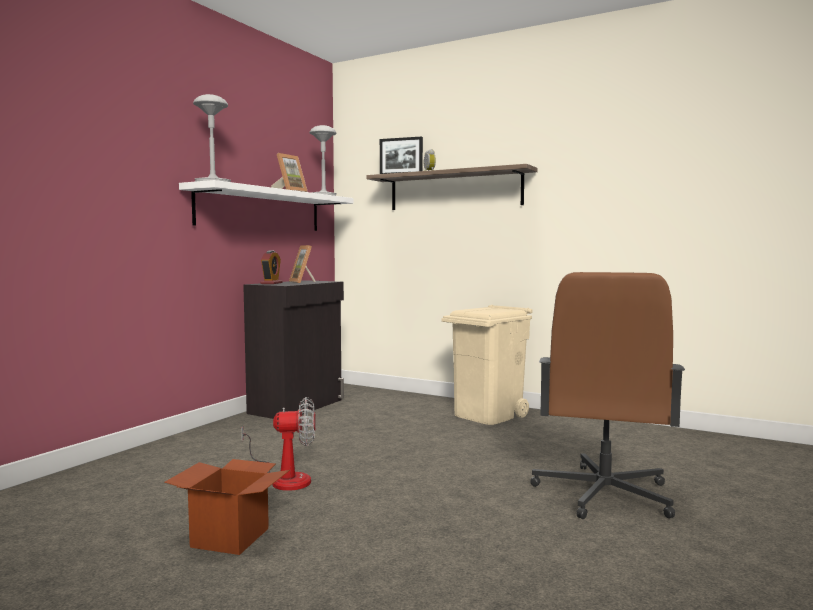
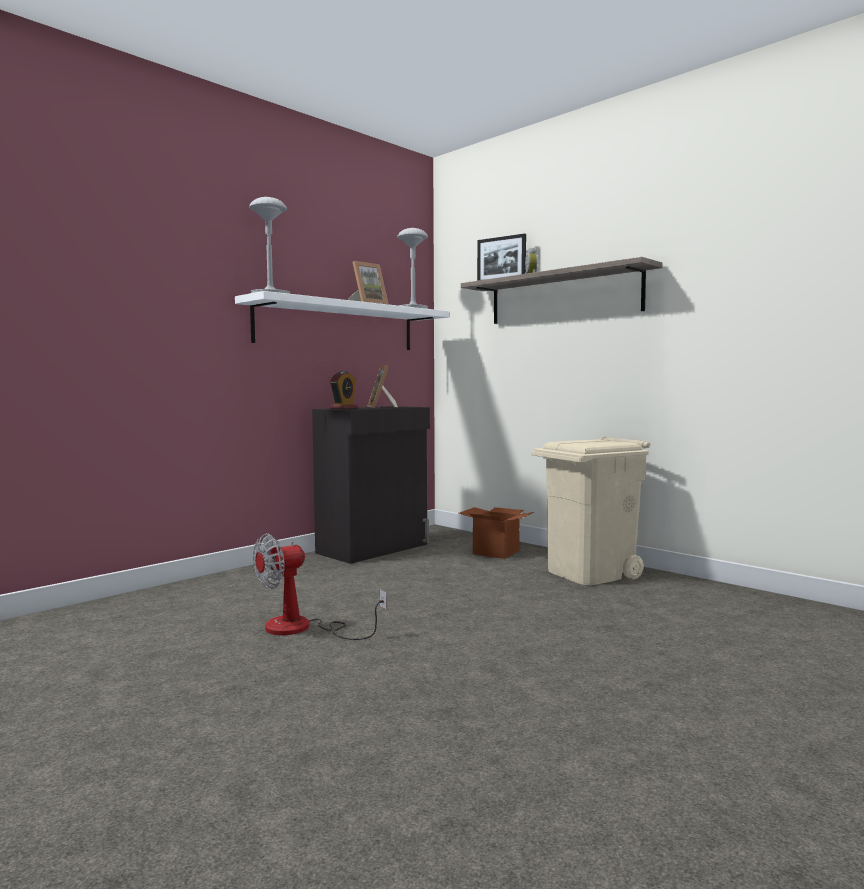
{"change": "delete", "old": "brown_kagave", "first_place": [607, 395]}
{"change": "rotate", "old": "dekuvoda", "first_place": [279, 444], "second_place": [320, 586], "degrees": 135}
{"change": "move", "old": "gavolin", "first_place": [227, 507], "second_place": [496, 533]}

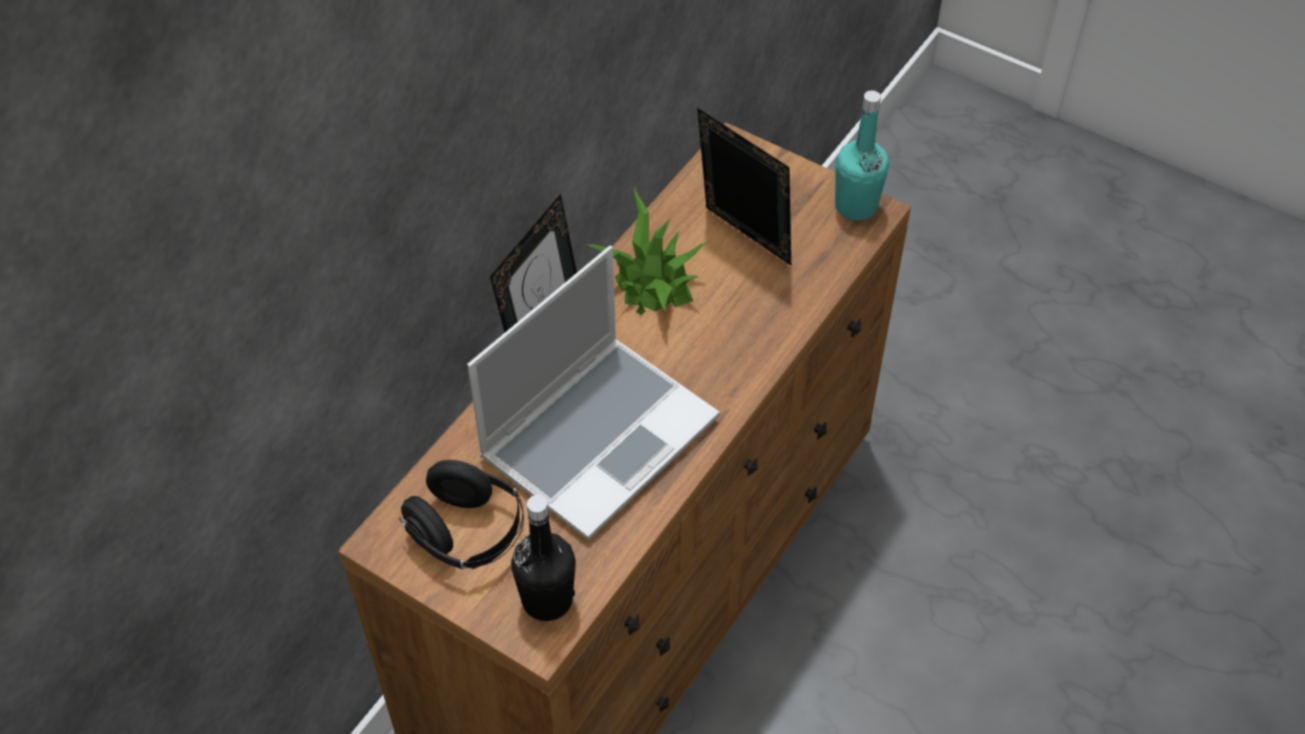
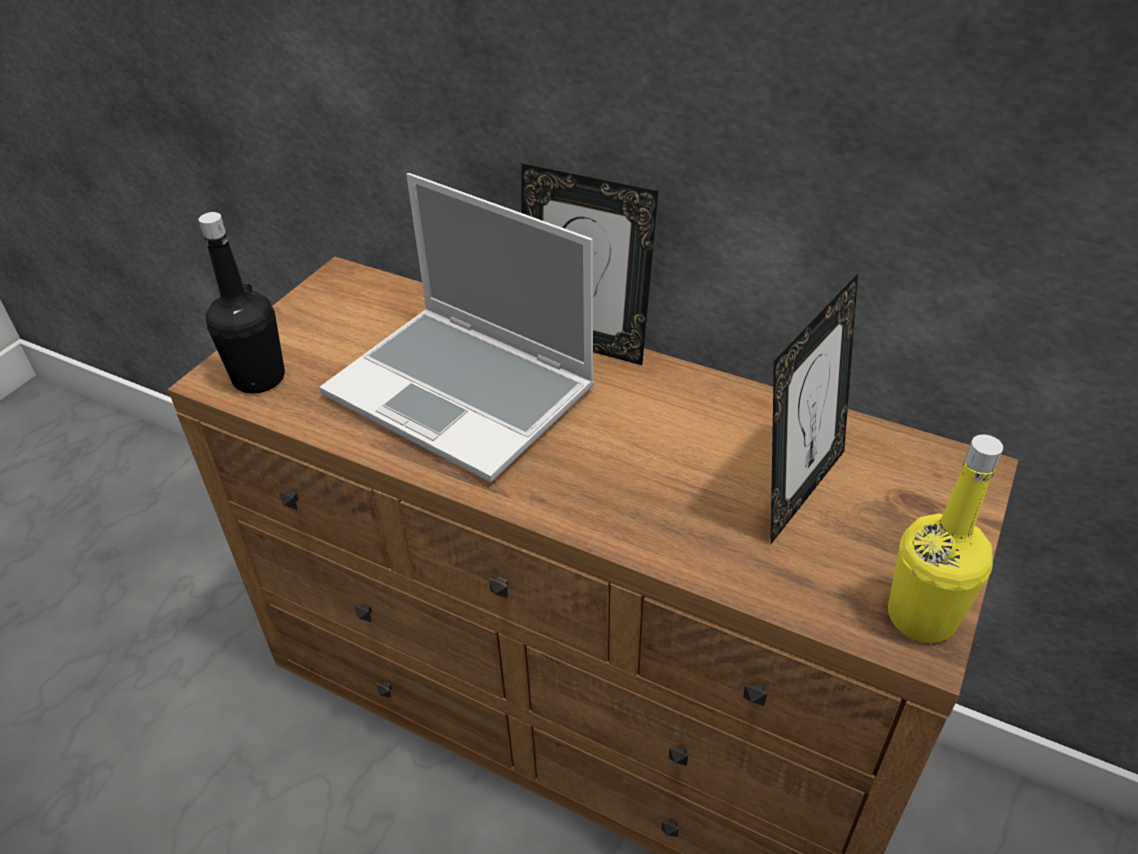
{"change": "recolor", "old": "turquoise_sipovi", "new": "yellow_sipovi", "first_place": [862, 156], "second_place": [945, 538]}
{"change": "delete", "old": "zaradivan", "first_place": [646, 251]}
{"change": "delete", "old": "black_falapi", "first_place": [461, 515]}

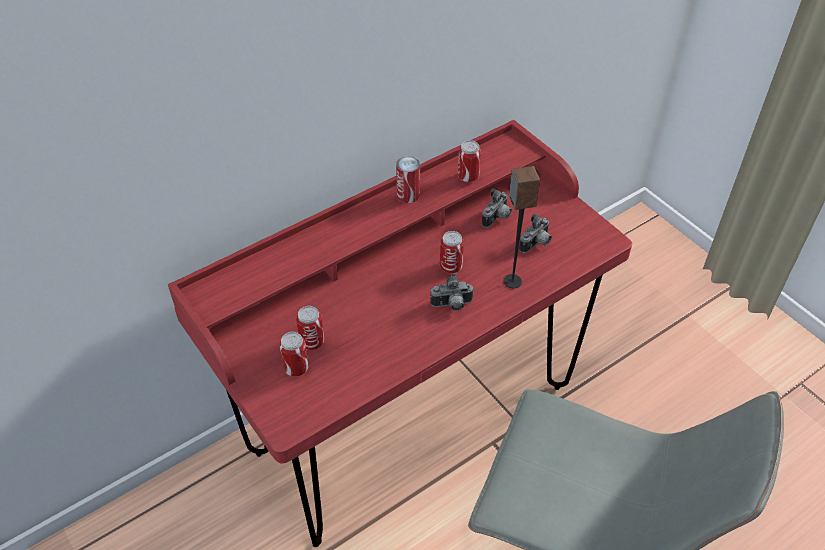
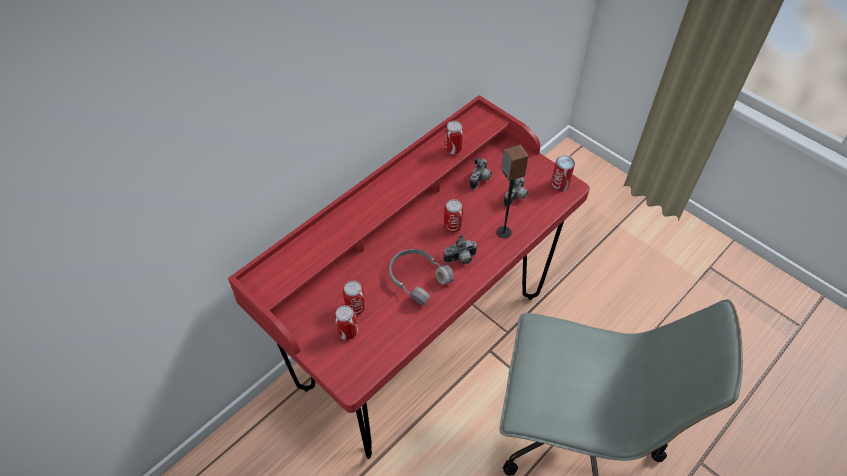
{"change": "move", "old": "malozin", "first_place": [408, 179], "second_place": [563, 173]}
{"change": "insert", "new": "grey_falapi", "second_place": [421, 277]}

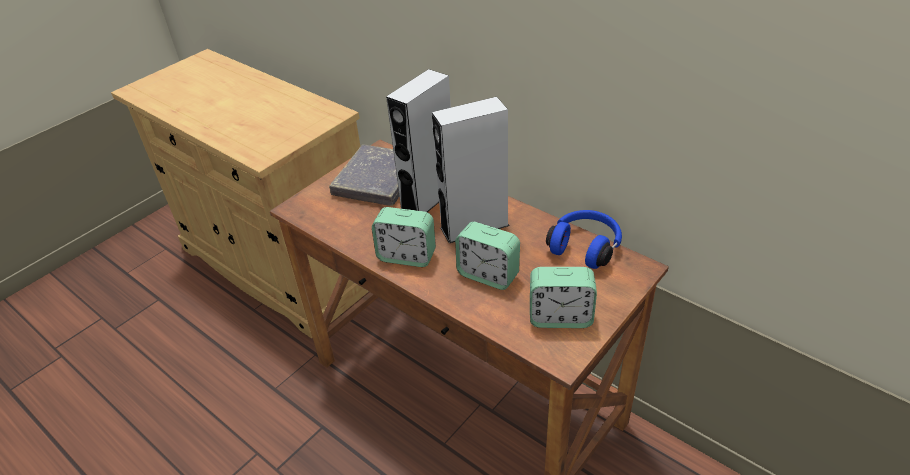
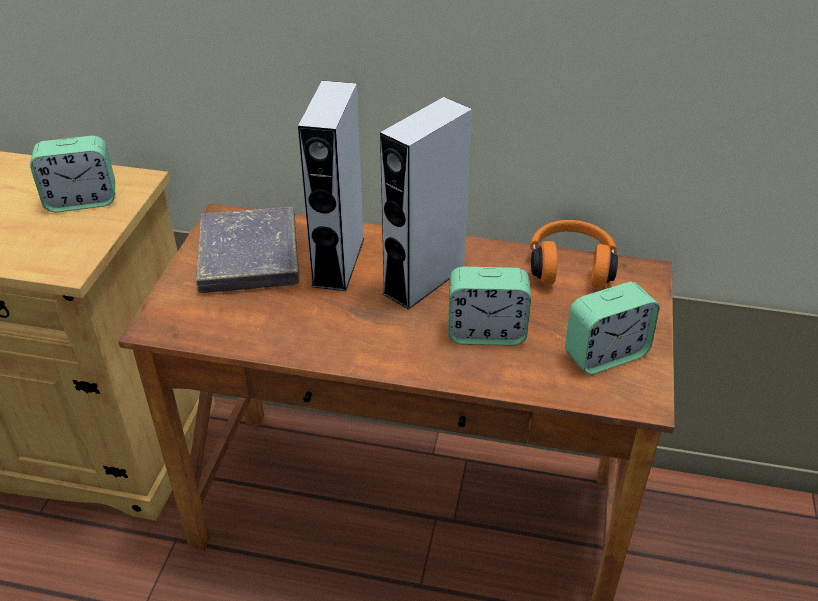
{"change": "move", "old": "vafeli", "first_place": [404, 237], "second_place": [72, 174]}
{"change": "recolor", "old": "blue_falapi", "new": "orange_falapi", "first_place": [584, 239], "second_place": [574, 254]}

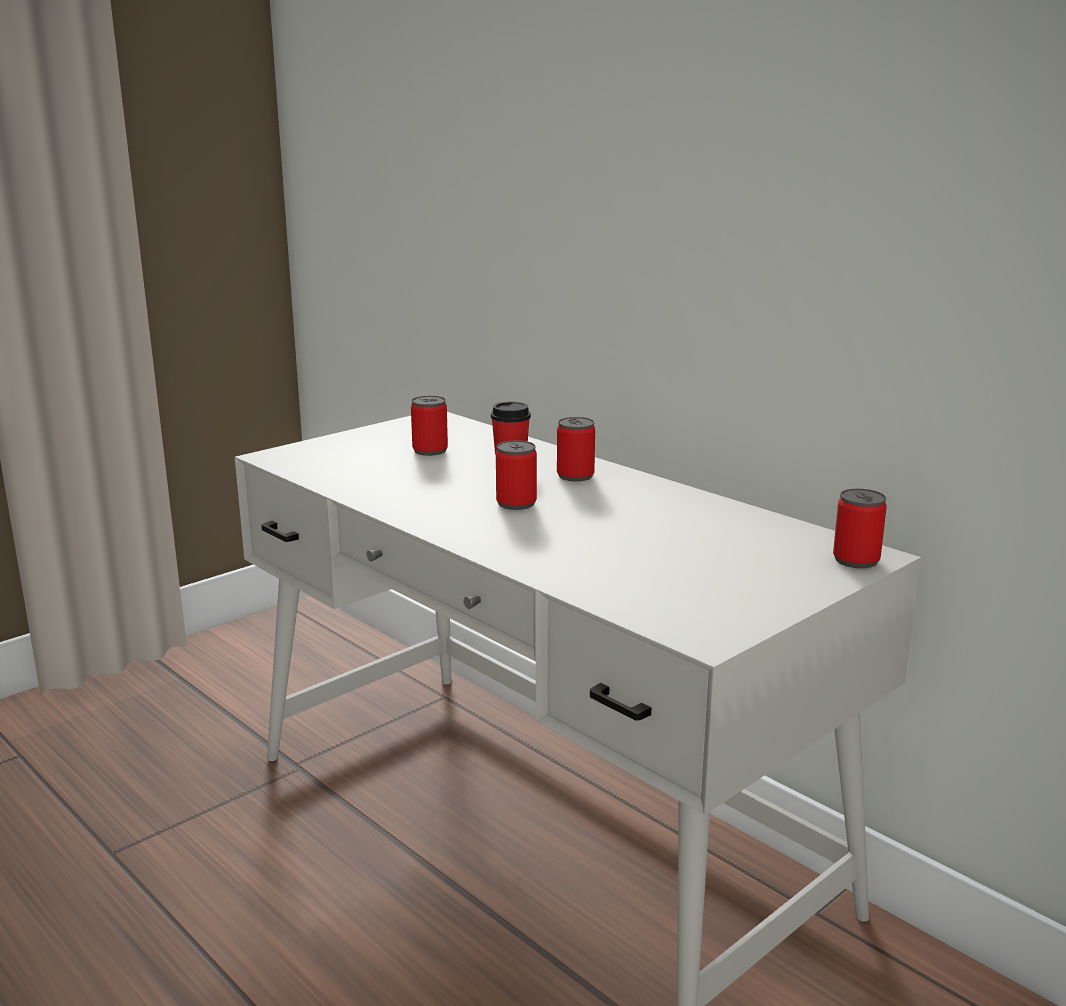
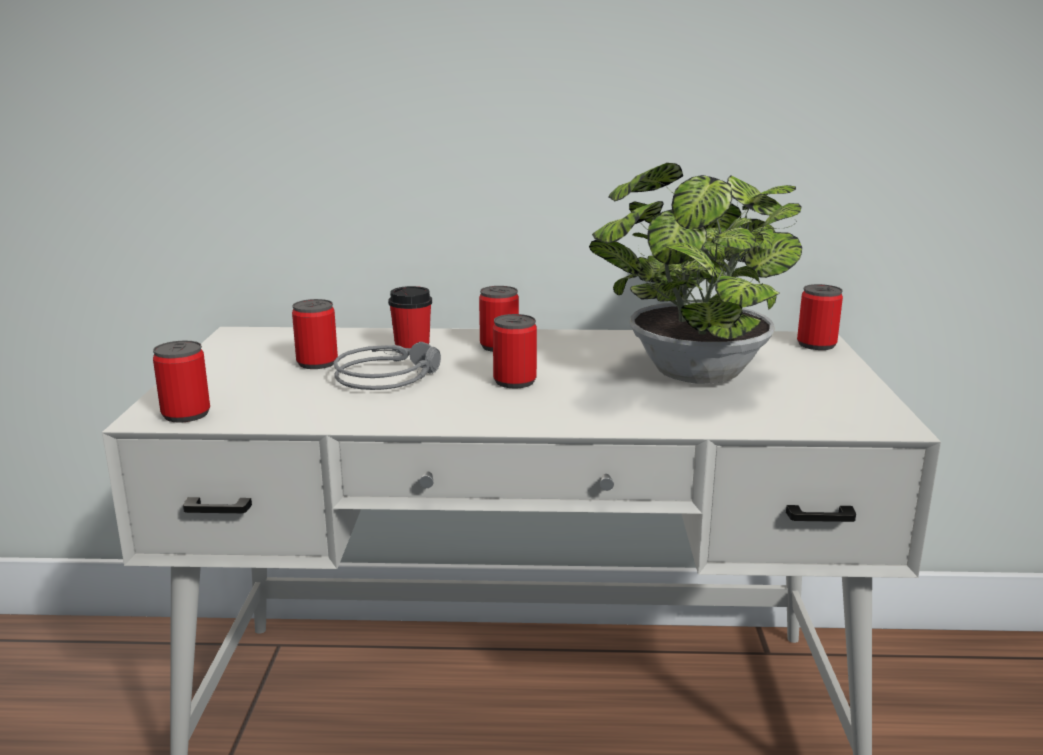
{"change": "insert", "new": "zaradivan", "second_place": [695, 273]}
{"change": "insert", "new": "malozin", "second_place": [181, 382]}
{"change": "insert", "new": "grey_falapi", "second_place": [387, 366]}

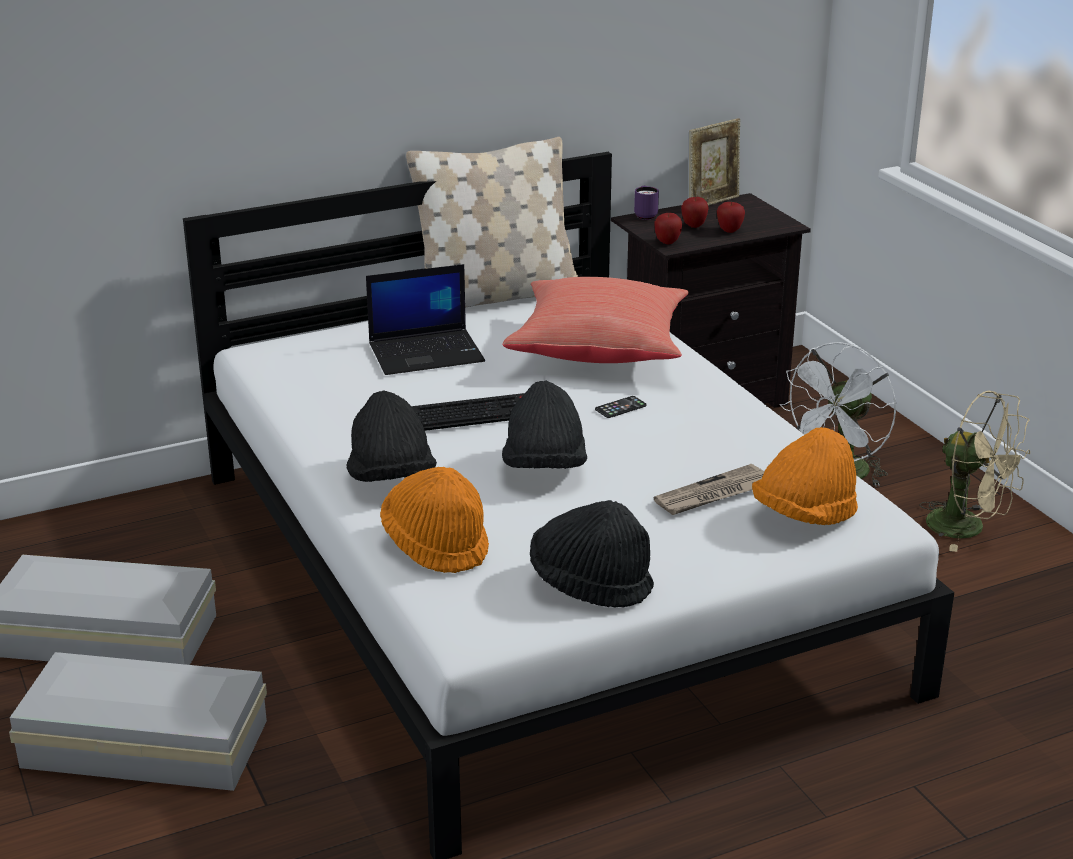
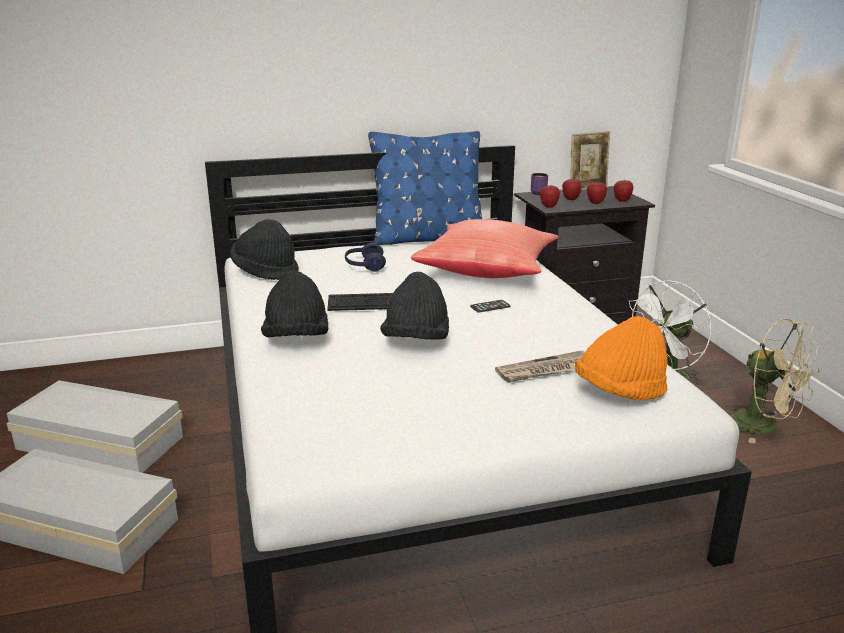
{"change": "recolor", "old": "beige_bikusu", "new": "blue_bikusu", "first_place": [492, 222], "second_place": [425, 188]}
{"change": "replace", "old": "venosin", "new": "blue_falapi", "first_place": [425, 319], "second_place": [365, 257]}
{"change": "delete", "old": "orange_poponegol", "first_place": [434, 520]}
{"change": "move", "old": "black_poponegol", "first_place": [592, 554], "second_place": [264, 249]}
{"change": "insert", "new": "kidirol", "second_place": [623, 191]}

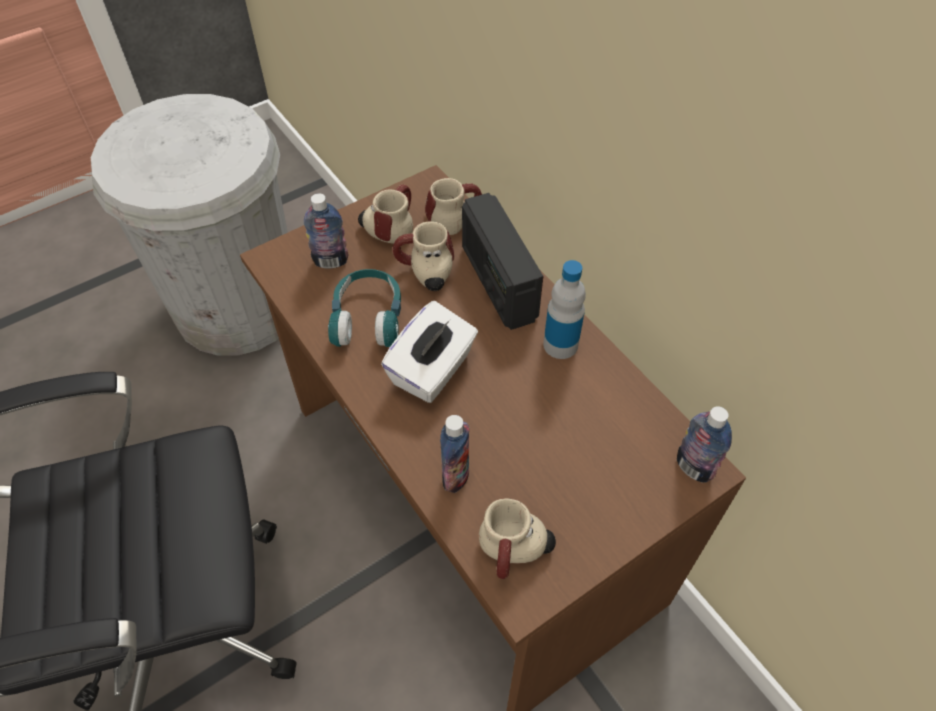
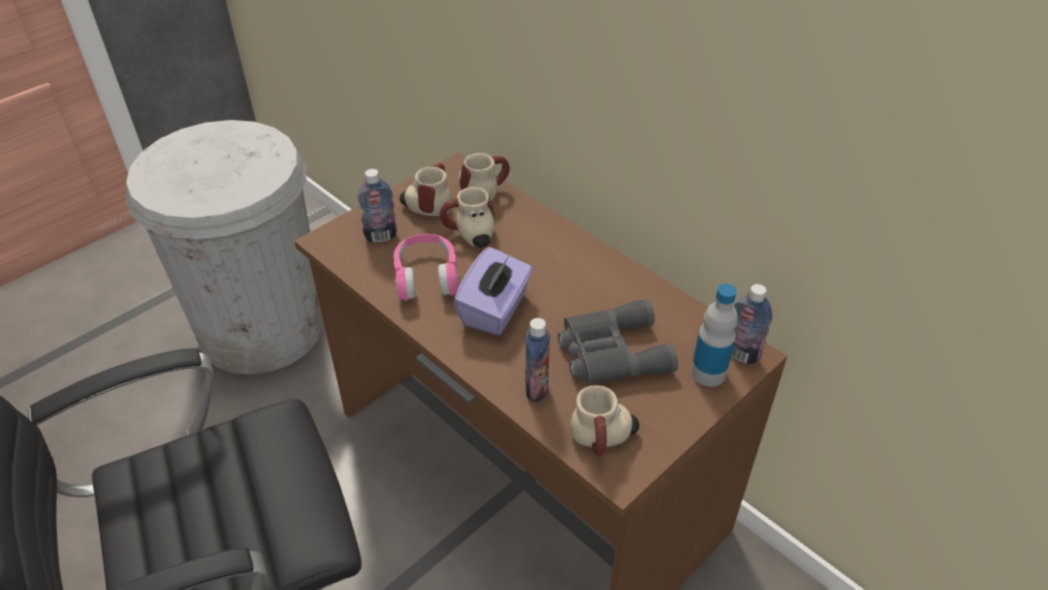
{"change": "delete", "old": "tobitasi", "first_place": [502, 261]}
{"change": "move", "old": "sipovi", "first_place": [564, 309], "second_place": [714, 335]}
{"change": "recolor", "old": "turquoise_falapi", "new": "pink_falapi", "first_place": [364, 308], "second_place": [426, 267]}
{"change": "recolor", "old": "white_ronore", "new": "purple_ronore", "first_place": [429, 352], "second_place": [493, 291]}
{"change": "insert", "new": "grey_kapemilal", "second_place": [618, 342]}

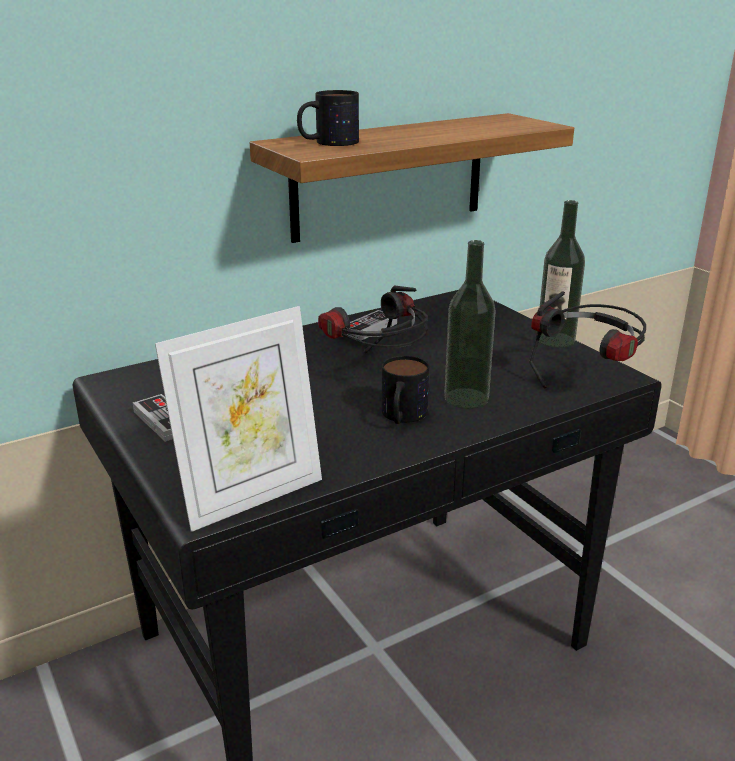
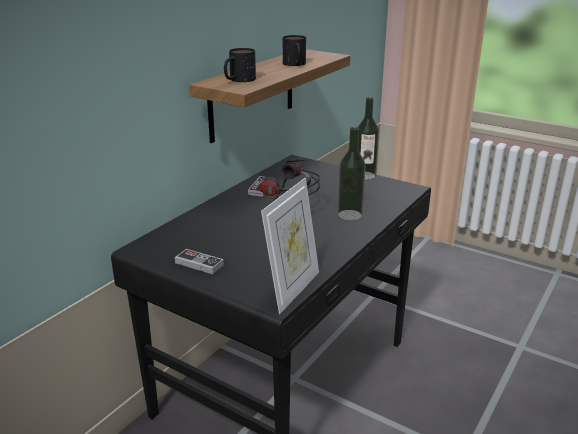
{"change": "delete", "old": "falapi", "first_place": [587, 339]}
{"change": "move", "old": "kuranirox", "first_place": [405, 390], "second_place": [294, 50]}

